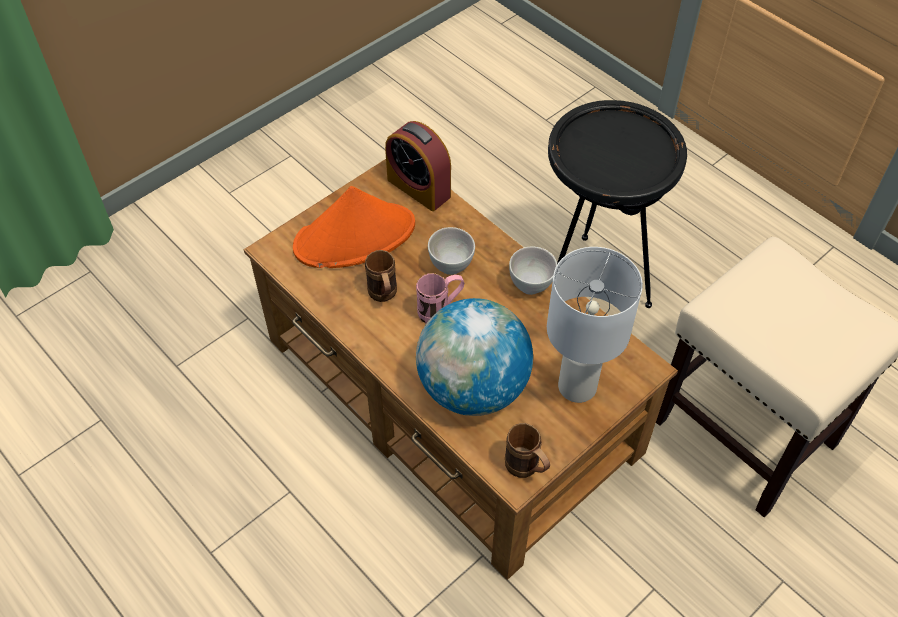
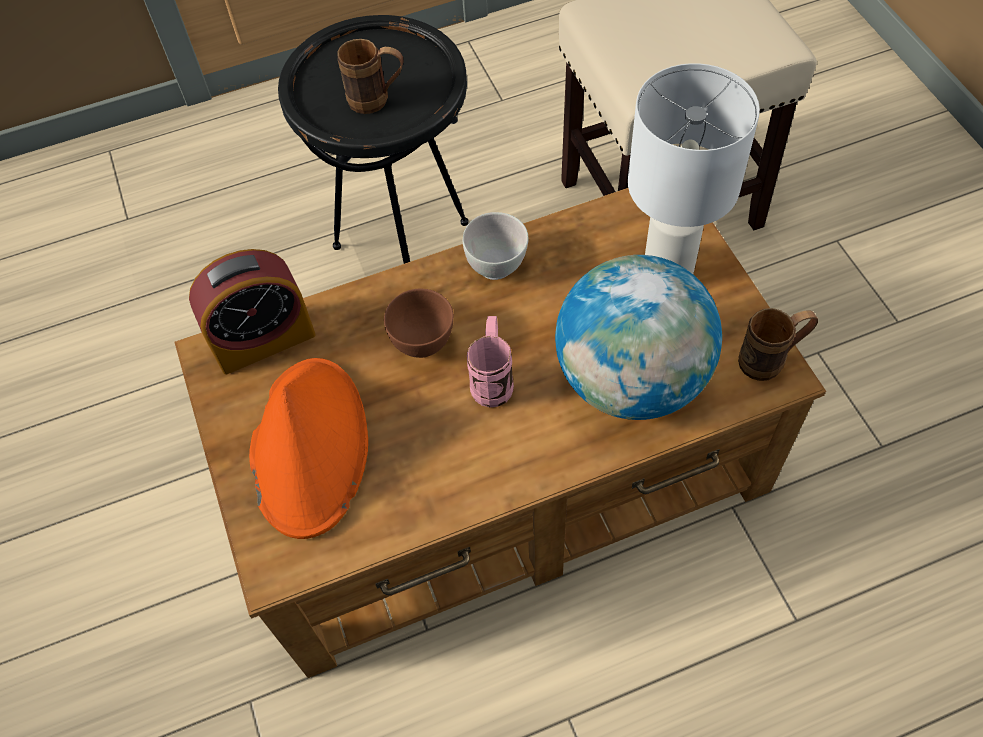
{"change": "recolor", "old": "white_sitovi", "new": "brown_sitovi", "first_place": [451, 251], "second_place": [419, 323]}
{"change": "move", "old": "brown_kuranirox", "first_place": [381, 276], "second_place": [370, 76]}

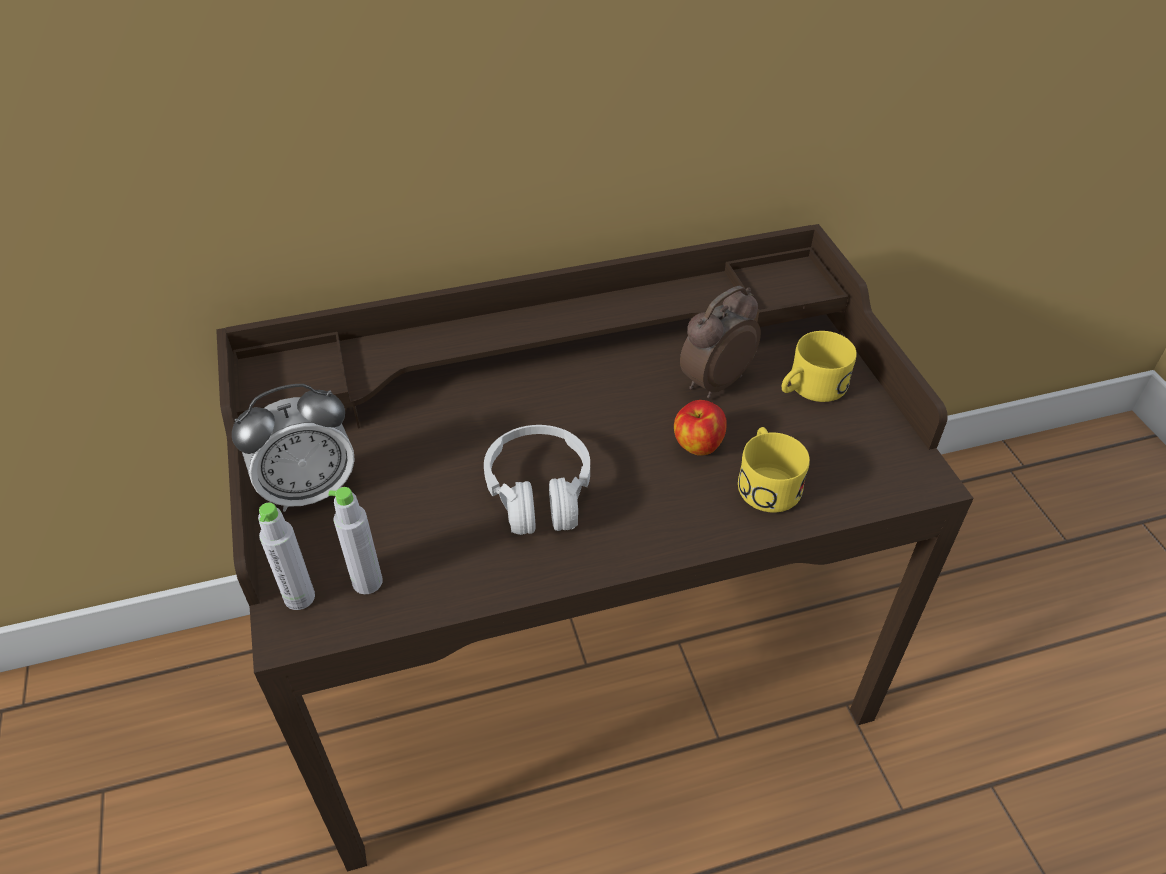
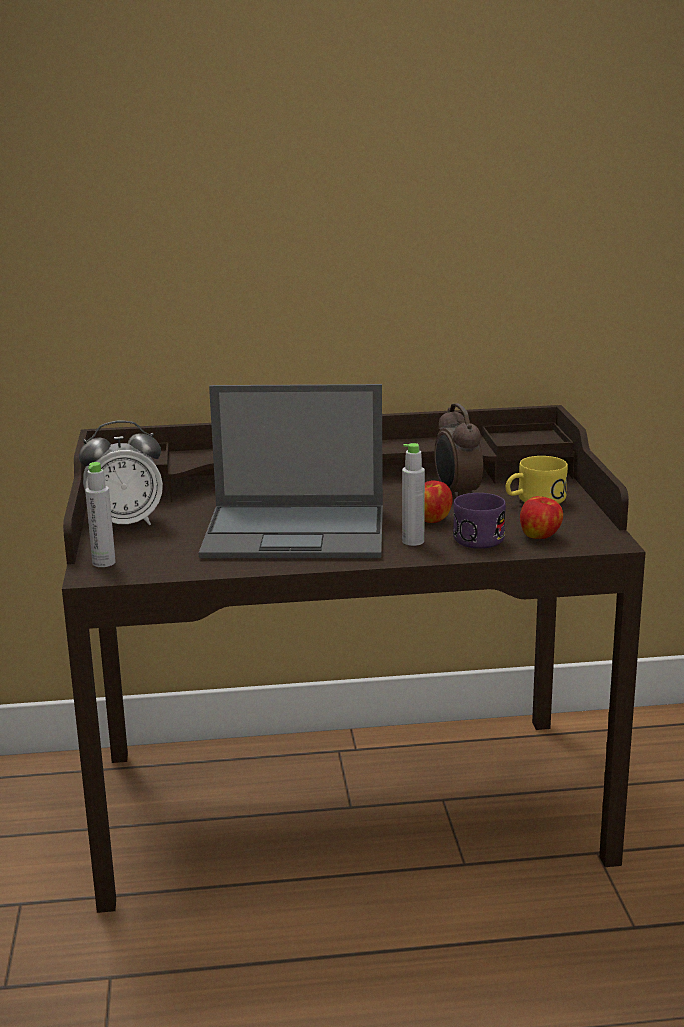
{"change": "rotate", "old": "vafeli", "first_place": [720, 342], "second_place": [458, 450], "degrees": -75}
{"change": "replace", "old": "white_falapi", "new": "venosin", "first_place": [537, 480], "second_place": [291, 471]}
{"change": "recolor", "old": "yellow_kuranirox", "new": "purple_kuranirox", "first_place": [774, 470], "second_place": [479, 521]}
{"change": "move", "old": "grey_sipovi", "first_place": [355, 540], "second_place": [413, 494]}
{"change": "insert", "new": "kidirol", "second_place": [541, 517]}

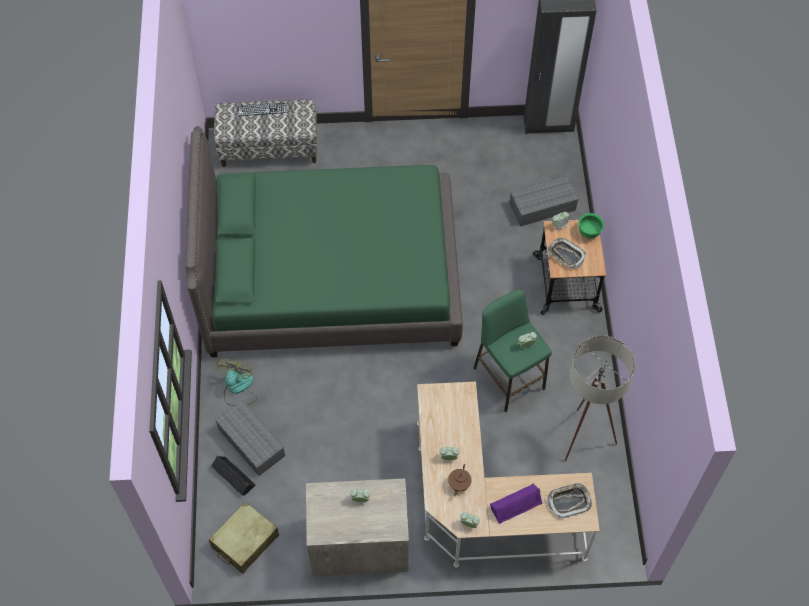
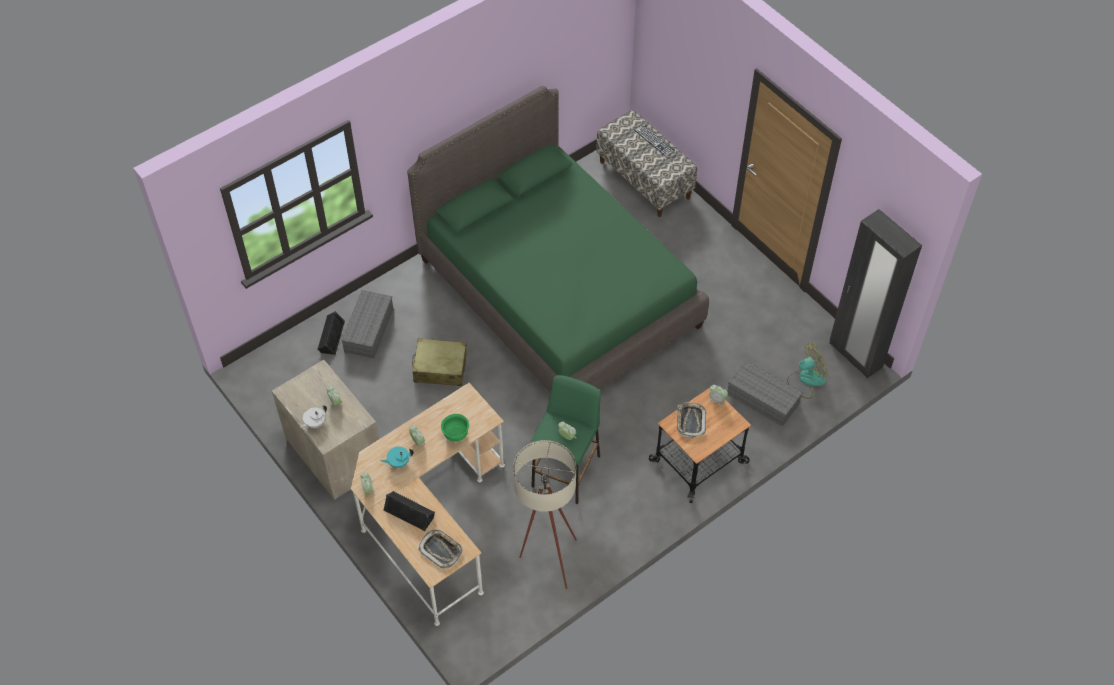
{"change": "move", "old": "green_sitovi", "first_place": [591, 225], "second_place": [455, 428]}
{"change": "move", "old": "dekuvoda", "first_place": [236, 382], "second_place": [807, 371]}
{"change": "recolor", "old": "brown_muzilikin", "new": "turquoise_muzilikin", "first_place": [460, 480], "second_place": [397, 457]}
{"change": "recolor", "old": "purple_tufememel", "new": "black_tufememel", "first_place": [516, 504], "second_place": [409, 511]}
{"change": "move", "old": "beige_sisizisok", "first_place": [244, 538], "second_place": [439, 362]}
{"change": "insert", "new": "white_muzilikin", "second_place": [313, 416]}

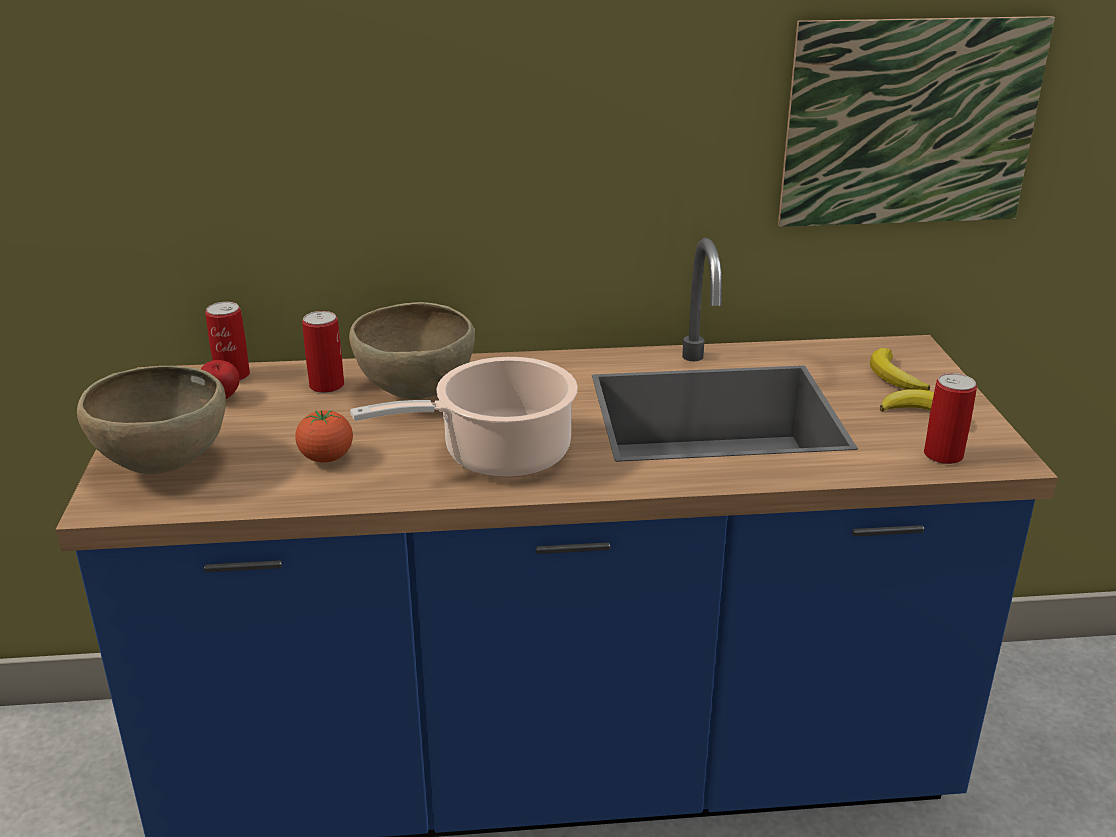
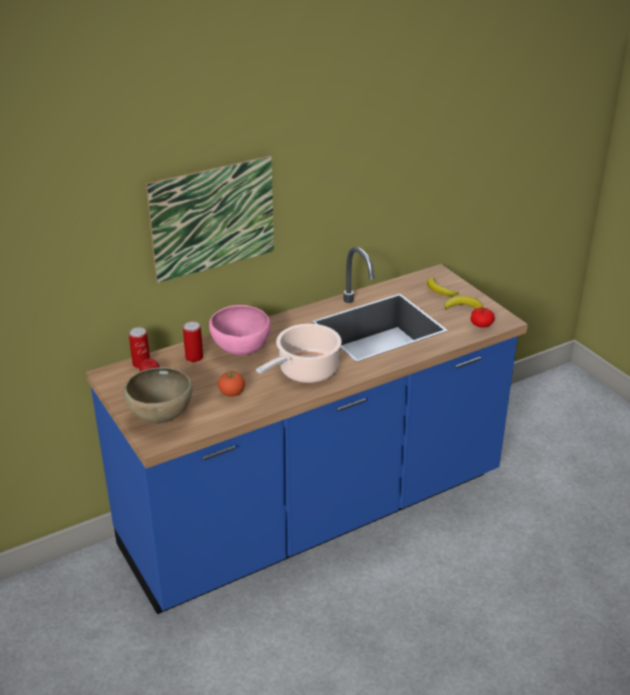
{"change": "move", "old": "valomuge", "first_place": [916, 121], "second_place": [210, 219]}
{"change": "recolor", "old": "brown_sitovi", "new": "pink_sitovi", "first_place": [412, 350], "second_place": [240, 330]}
{"change": "replace", "old": "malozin", "new": "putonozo", "first_place": [950, 418], "second_place": [482, 317]}

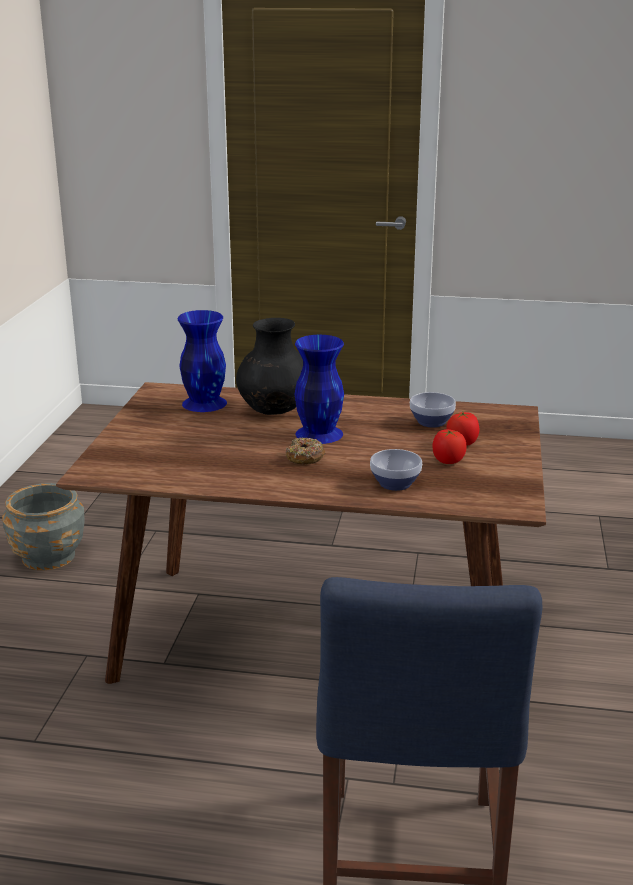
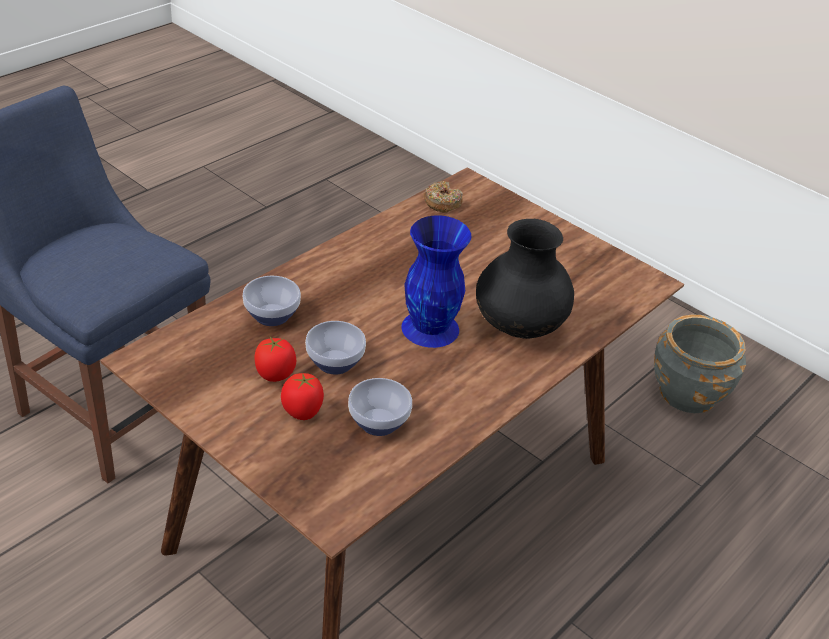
{"change": "delete", "old": "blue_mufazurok", "first_place": [202, 361]}
{"change": "move", "old": "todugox", "first_place": [306, 450], "second_place": [443, 197]}
{"change": "insert", "new": "sitovi", "second_place": [335, 348]}

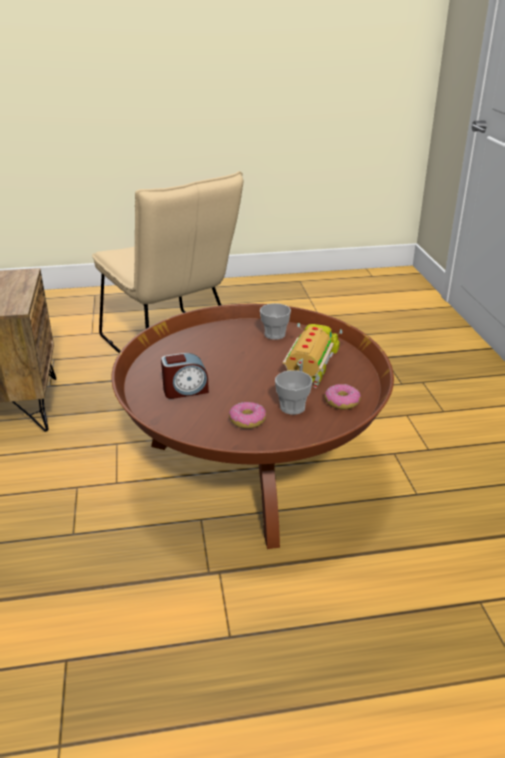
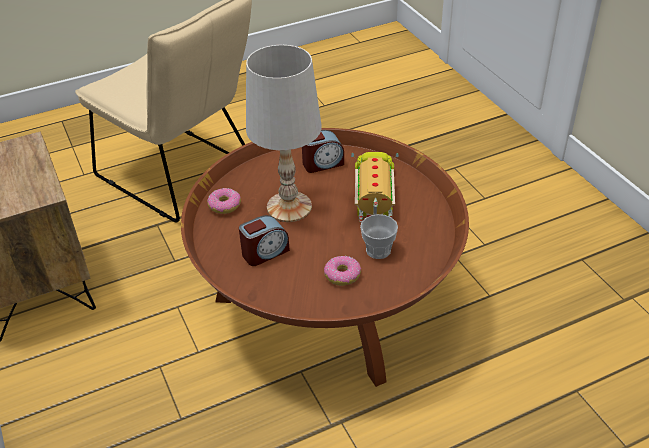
{"change": "replace", "old": "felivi", "new": "vafeli", "first_place": [275, 321], "second_place": [323, 151]}
{"change": "move", "old": "todugox", "first_place": [343, 396], "second_place": [224, 201]}
{"change": "insert", "new": "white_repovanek", "second_place": [284, 133]}

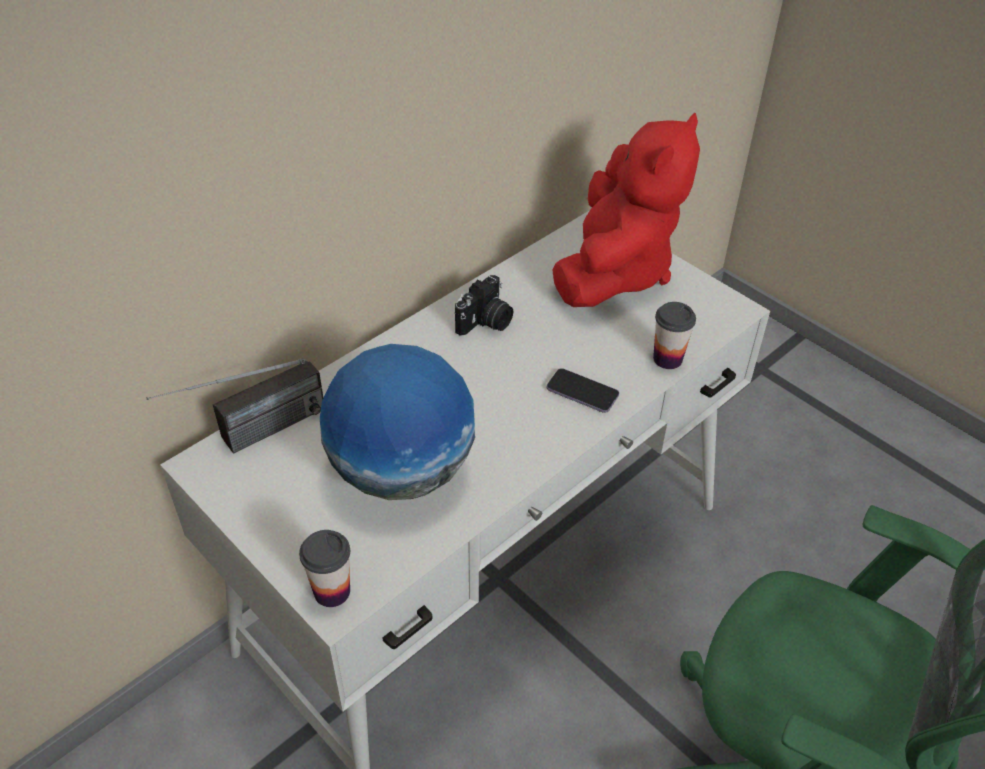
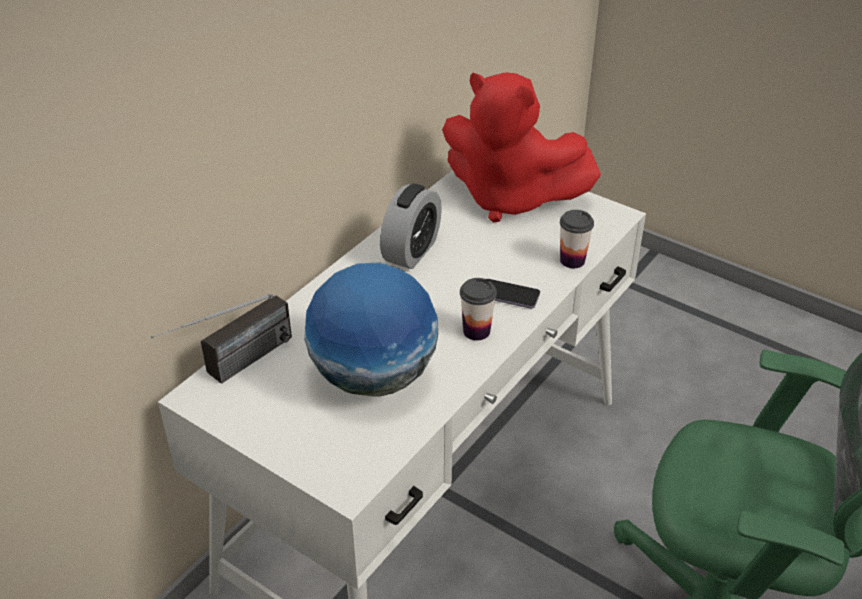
{"change": "rotate", "old": "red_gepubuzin", "first_place": [626, 210], "second_place": [521, 147], "degrees": 105}
{"change": "replace", "old": "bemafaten", "new": "vafeli", "first_place": [484, 305], "second_place": [411, 226]}
{"change": "move", "old": "felivi", "first_place": [324, 568], "second_place": [478, 309]}

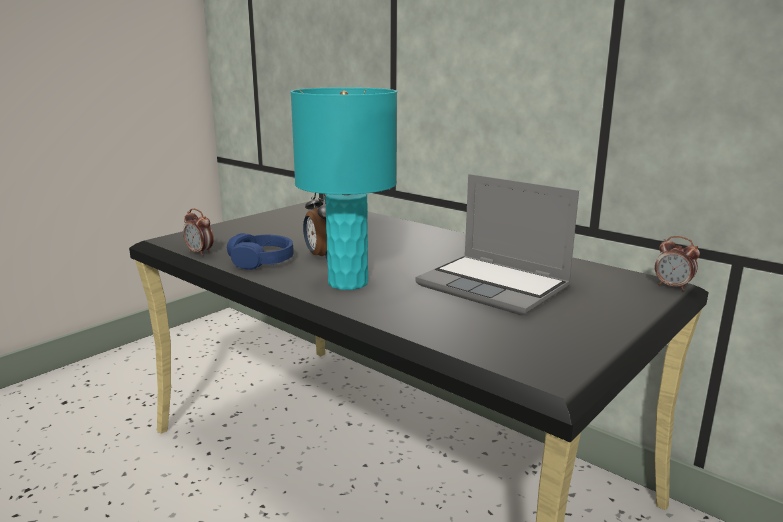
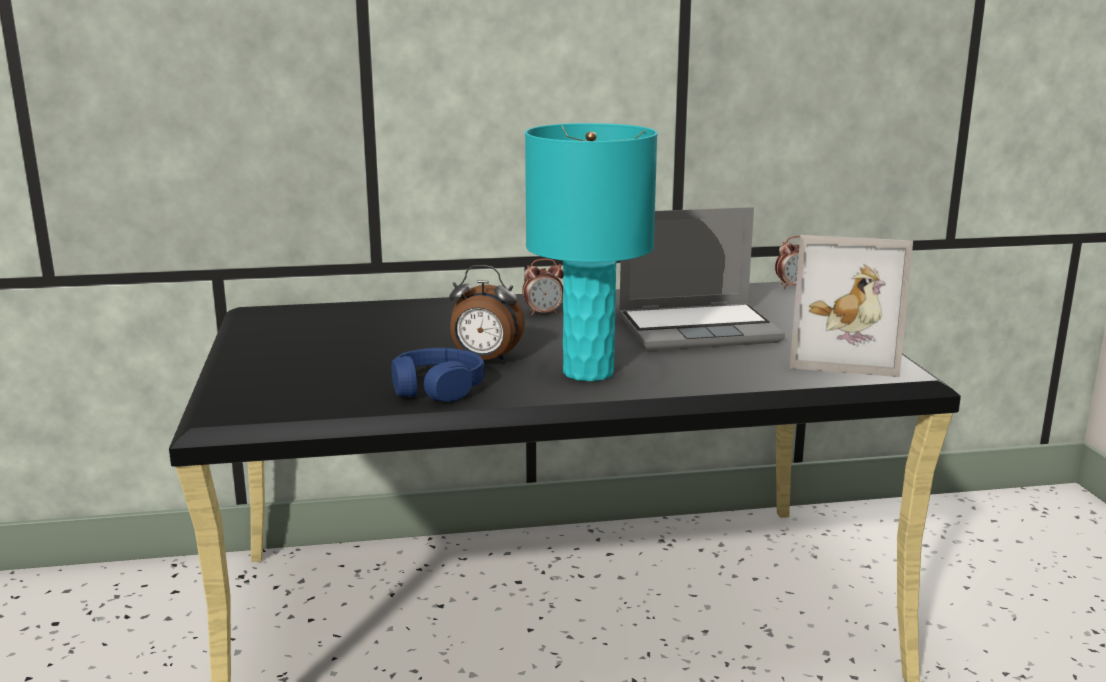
{"change": "move", "old": "vafeli", "first_place": [198, 232], "second_place": [543, 287]}
{"change": "insert", "new": "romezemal", "second_place": [851, 306]}

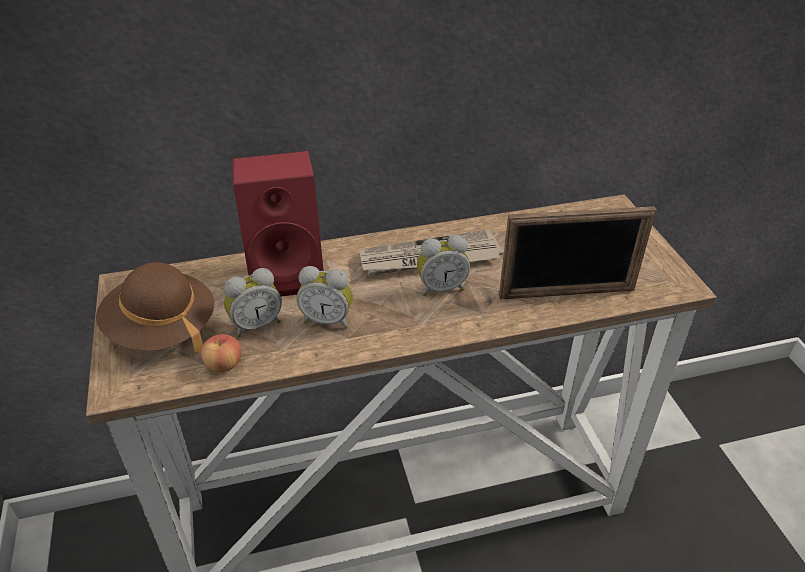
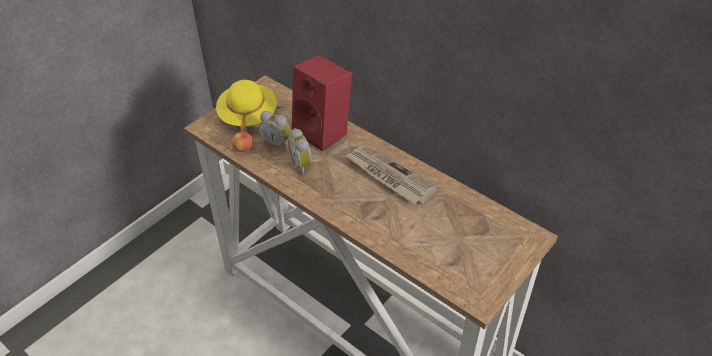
{"change": "delete", "old": "romezemal", "first_place": [577, 252]}
{"change": "delete", "old": "vafeli", "first_place": [443, 265]}
{"change": "recolor", "old": "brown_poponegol", "new": "yellow_poponegol", "first_place": [155, 307], "second_place": [246, 106]}

